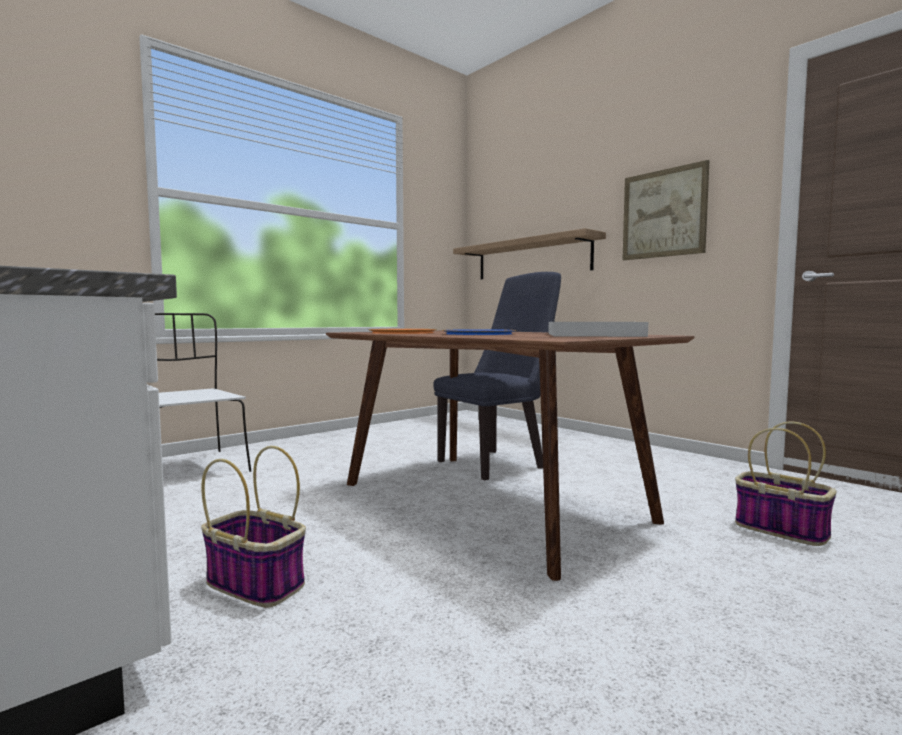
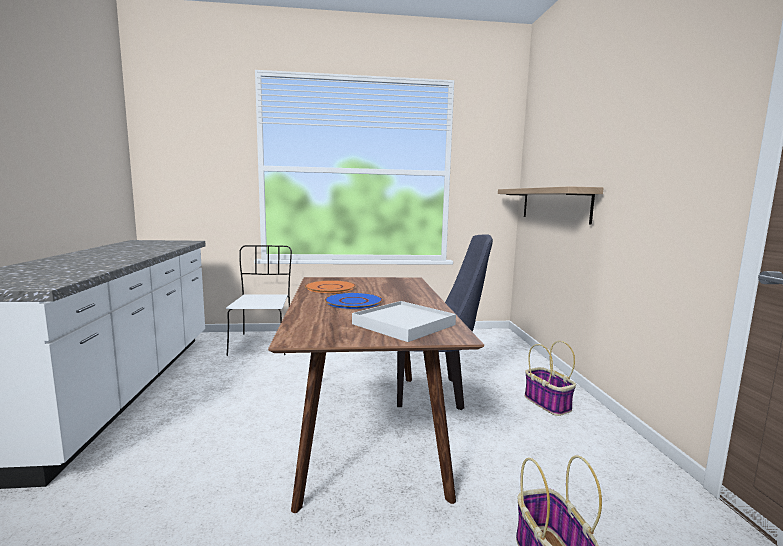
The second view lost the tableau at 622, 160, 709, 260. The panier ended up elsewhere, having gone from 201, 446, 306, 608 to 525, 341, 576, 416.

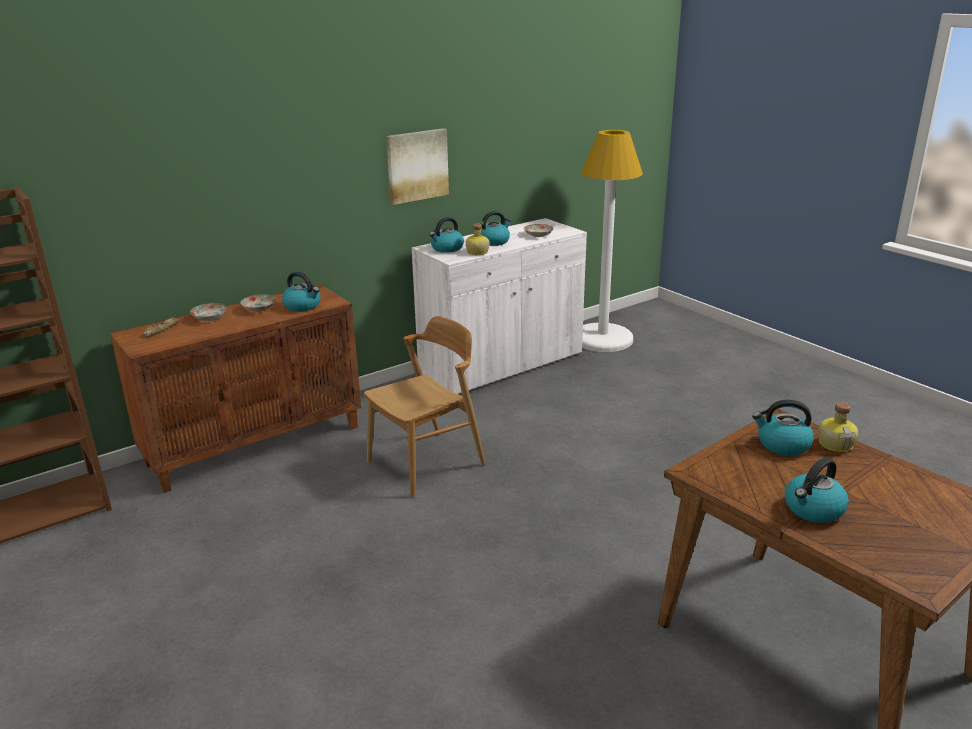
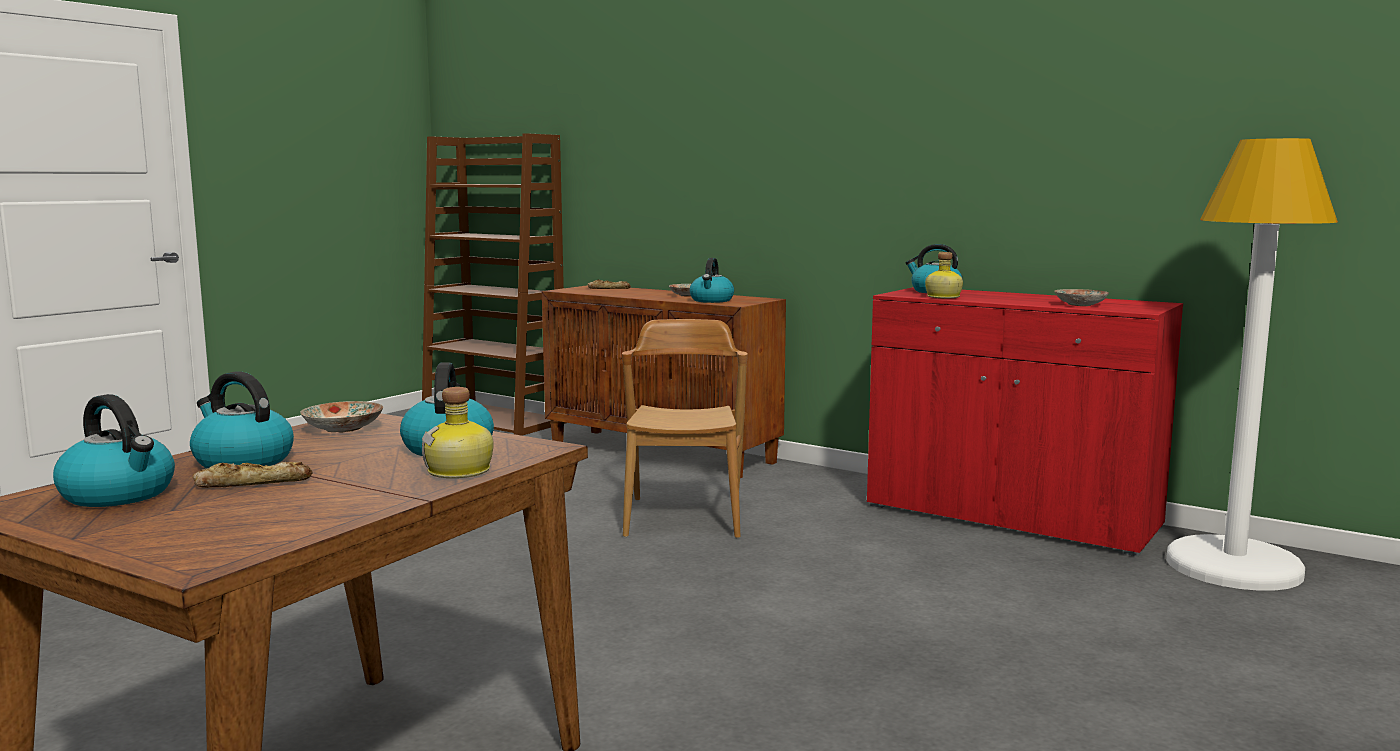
The second view lost the tableau at 386, 128, 449, 205. The second view gained the pain at 192, 462, 313, 488. The assiette ended up elsewhere, having gone from 190, 303, 227, 321 to 300, 401, 383, 433. The bouilloire ended up elsewhere, having gone from 481, 211, 511, 246 to 53, 394, 175, 507. What was the meuble de rangement/blanc at 411, 218, 587, 395 turned into the meuble de rangement/rouge at 867, 287, 1183, 557. The chaise/marron at 364, 316, 485, 497 ended up facing another way, 120 degrees counterclockwise from before.

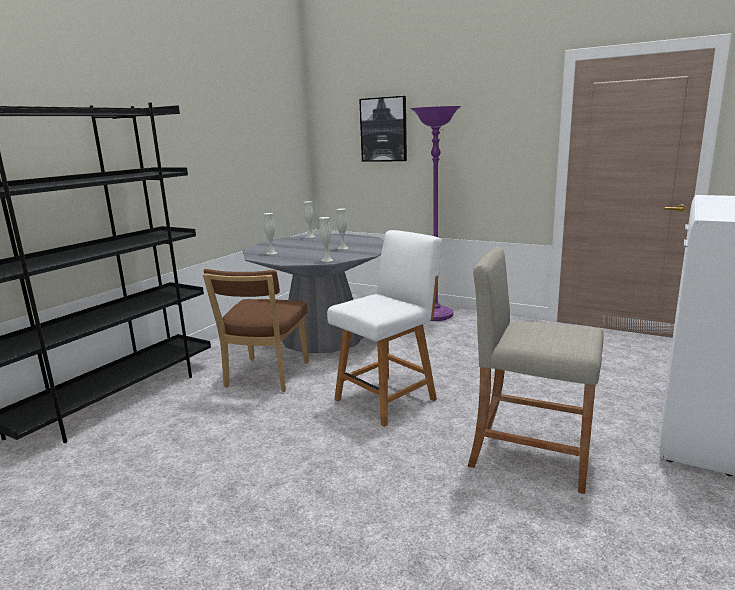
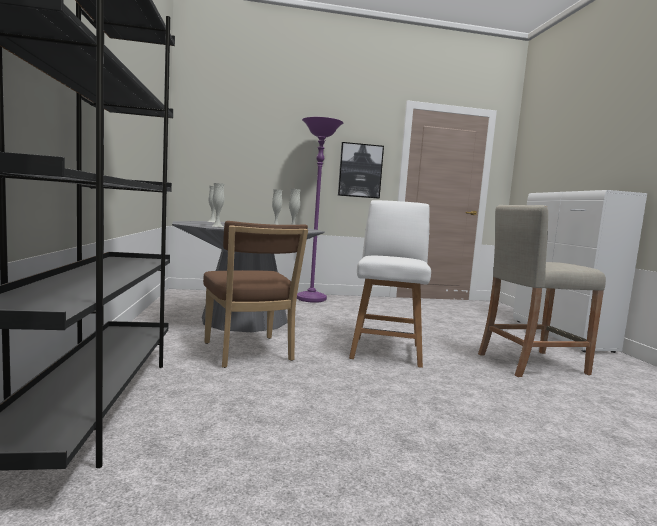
The tableau ended up elsewhere, having gone from 359, 96, 407, 162 to 338, 142, 384, 199.

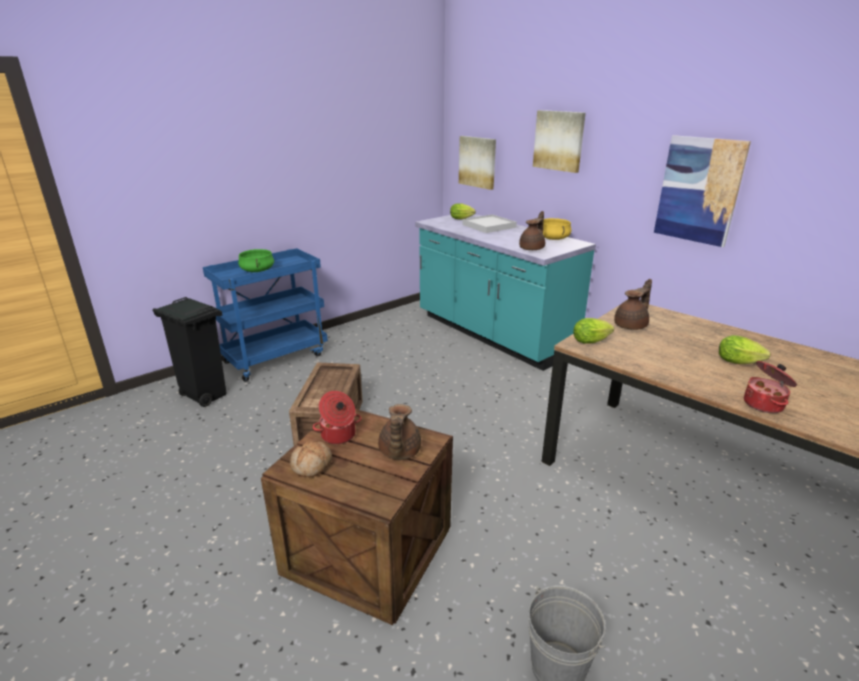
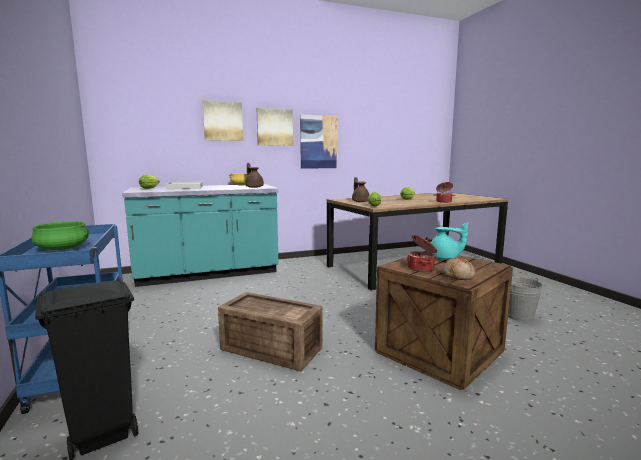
The tableau ended up elsewhere, having gone from 459, 136, 496, 190 to 256, 108, 293, 146. What was the théière/marron at 378, 404, 421, 460 turned into the théière/turquoise at 428, 222, 468, 260.

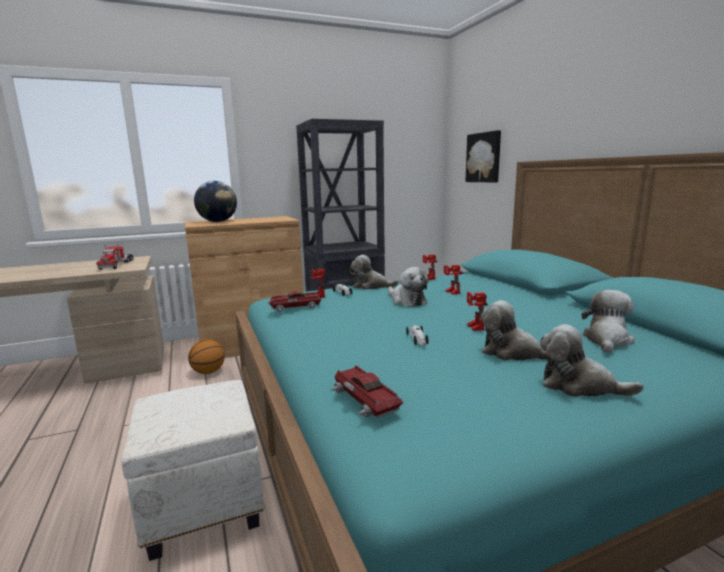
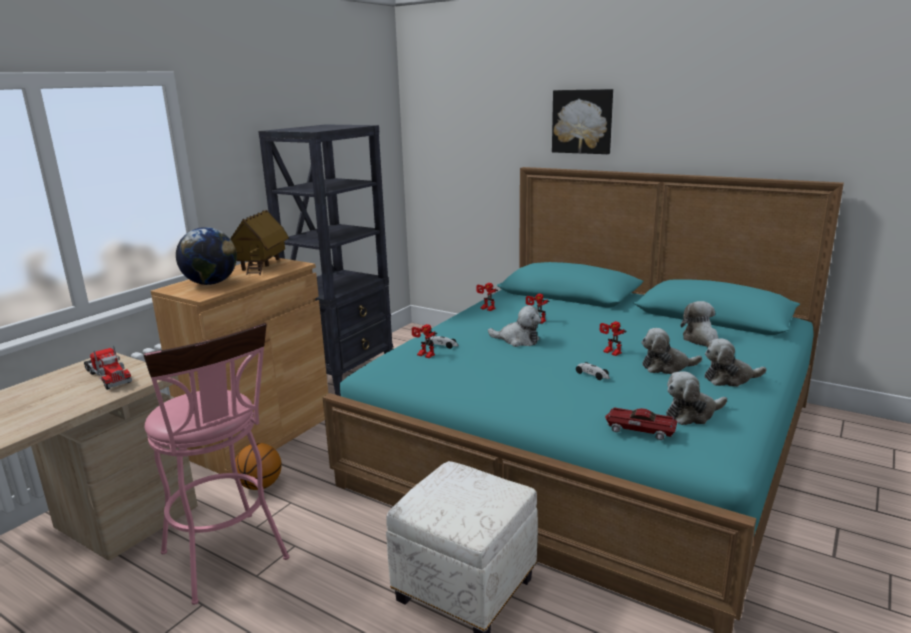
The second view lost the petite voiture at 268, 291, 322, 312. The second view gained the tabouret/rose at 143, 323, 289, 605. The second view gained the maison miniature at 230, 210, 289, 275. The peluche ended up elsewhere, having gone from 351, 255, 399, 290 to 666, 371, 727, 425. The tableau ended up elsewhere, having gone from 465, 130, 501, 182 to 552, 89, 613, 154.

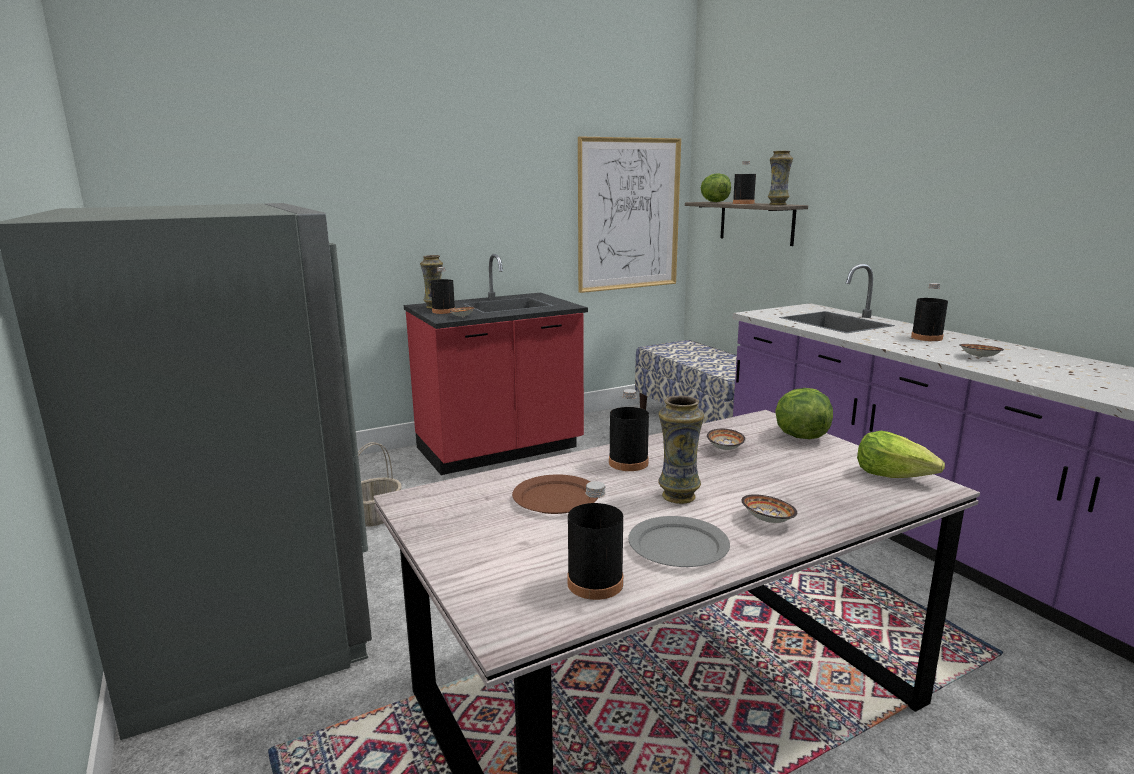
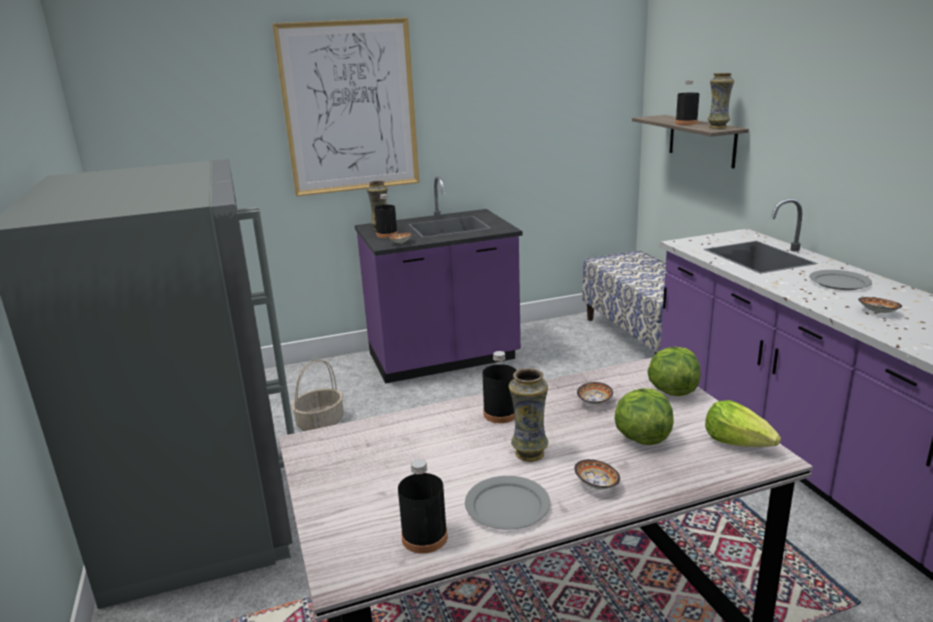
The second view lost the assiette/marron at 512, 475, 598, 514. The tableau ended up elsewhere, having gone from 578, 137, 681, 293 to 272, 18, 419, 196. The laitue ended up elsewhere, having gone from 701, 173, 731, 202 to 614, 388, 674, 445. Where the bouteille/noir stood at 911, 283, 948, 341, the assiette/gris came to stand at 809, 270, 872, 290. What was the comptoir de cuisine/rouge at 404, 254, 588, 475 turned into the comptoir de cuisine/violet at 355, 176, 522, 384.

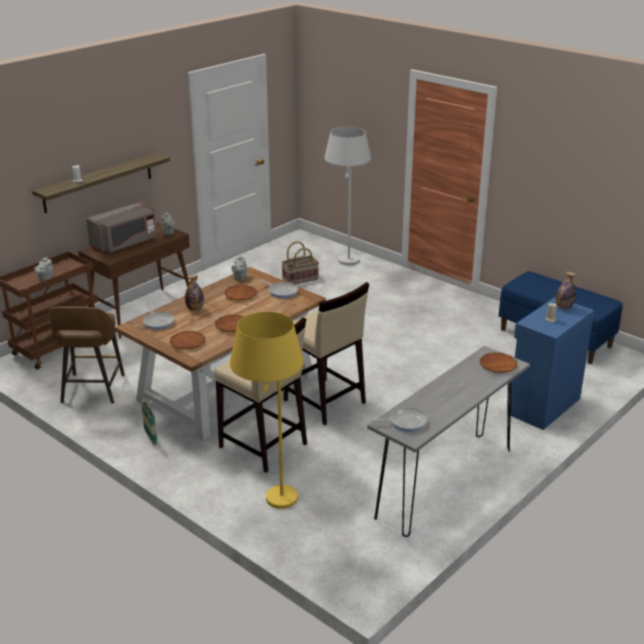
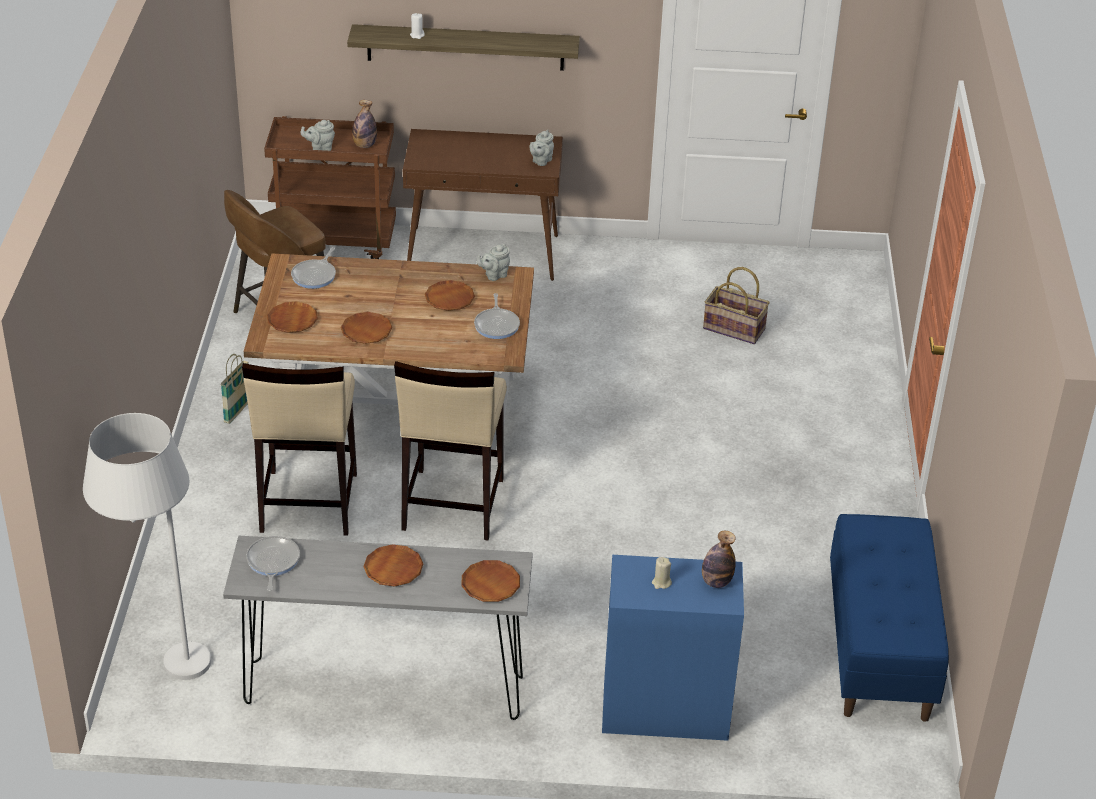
The second view lost the micro-ondes/gris at 86, 202, 157, 253. The second view lost the lampadaire/jaune at 230, 312, 304, 509. The second view gained the assiette/marron at 363, 544, 423, 587. The bouteille ended up elsewhere, having gone from 185, 275, 204, 311 to 352, 100, 377, 148. The lampadaire/blanc ended up elsewhere, having gone from 324, 127, 371, 265 to 83, 413, 211, 680. The poêle at 371, 407, 428, 432 ended up facing another way, 135 degrees counterclockwise from before.

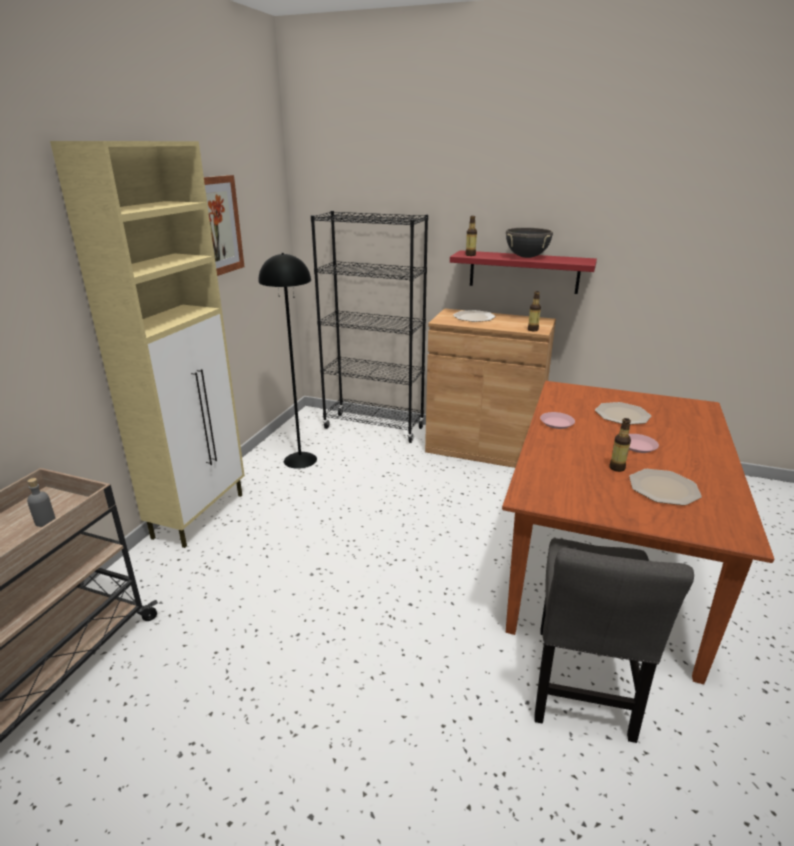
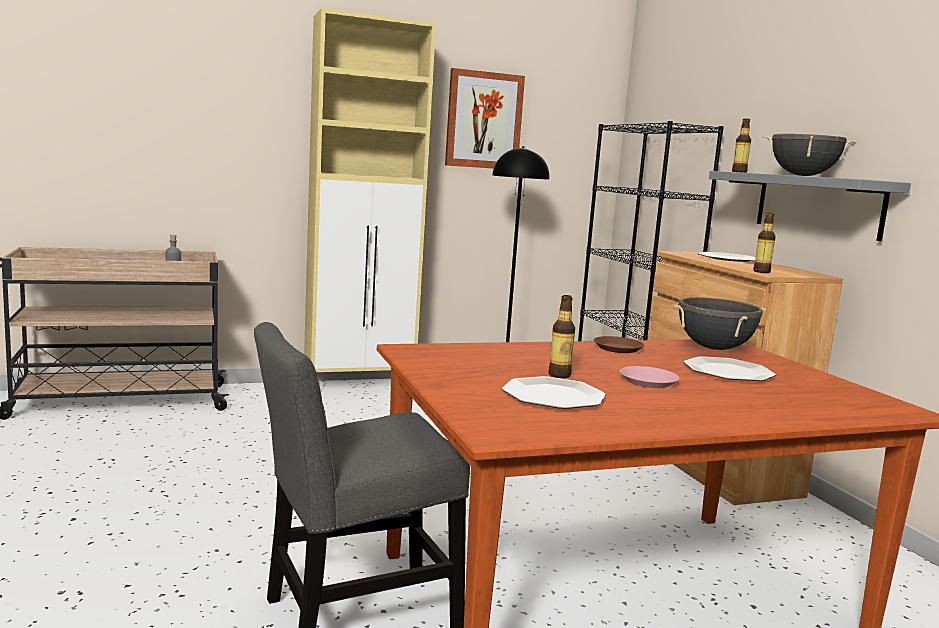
The second view gained the marmite/noir at 673, 297, 766, 350. What was the étagère/rouge at 450, 250, 597, 294 turned into the étagère/gris at 709, 171, 911, 242. What was the assiette/rose at 540, 412, 575, 429 turned into the assiette/marron at 594, 336, 644, 353.

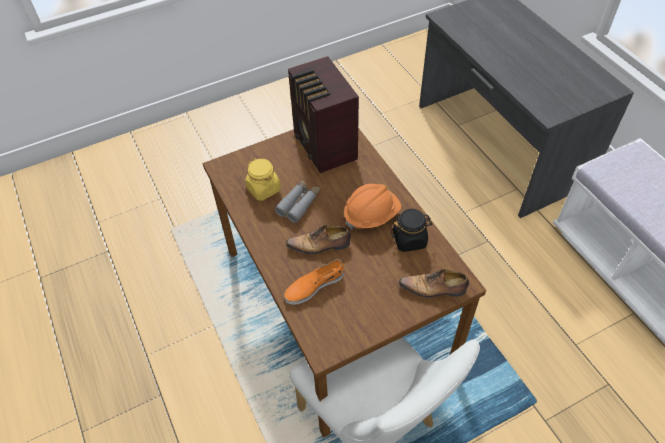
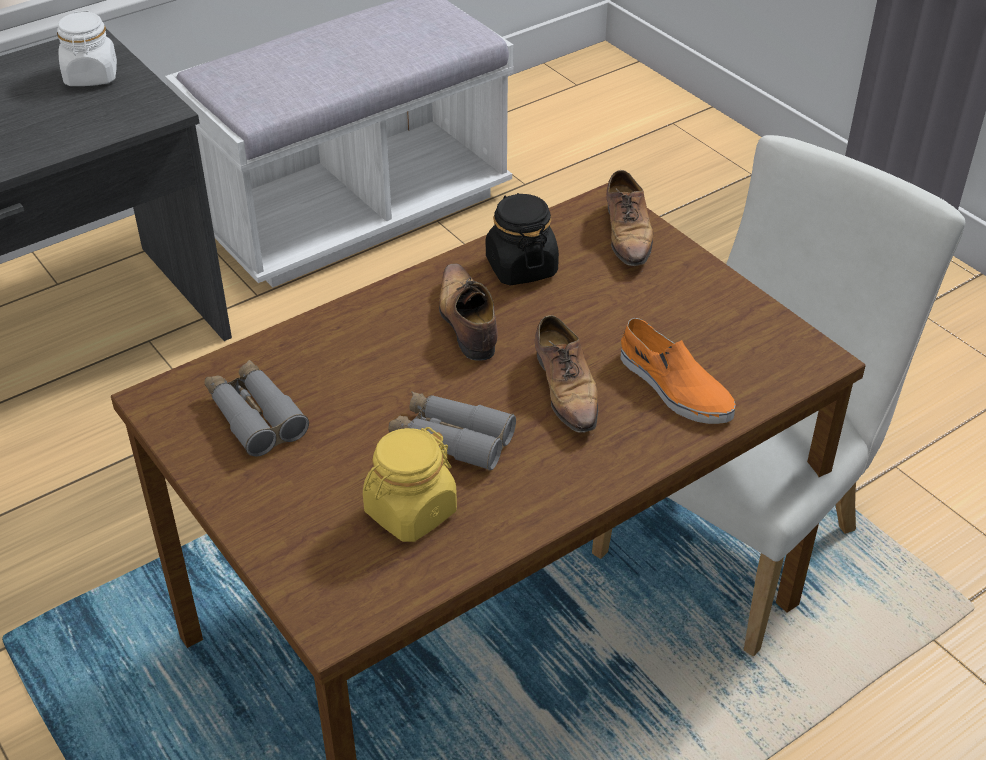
The second view gained the bocal/blanc at 57, 10, 117, 86. Where the radio stood at 288, 56, 359, 173, the jumelles/gris came to stand at 204, 360, 309, 456. Where the casque de chantier/orange stood at 344, 184, 401, 230, the chaussure came to stand at 439, 264, 498, 361.

